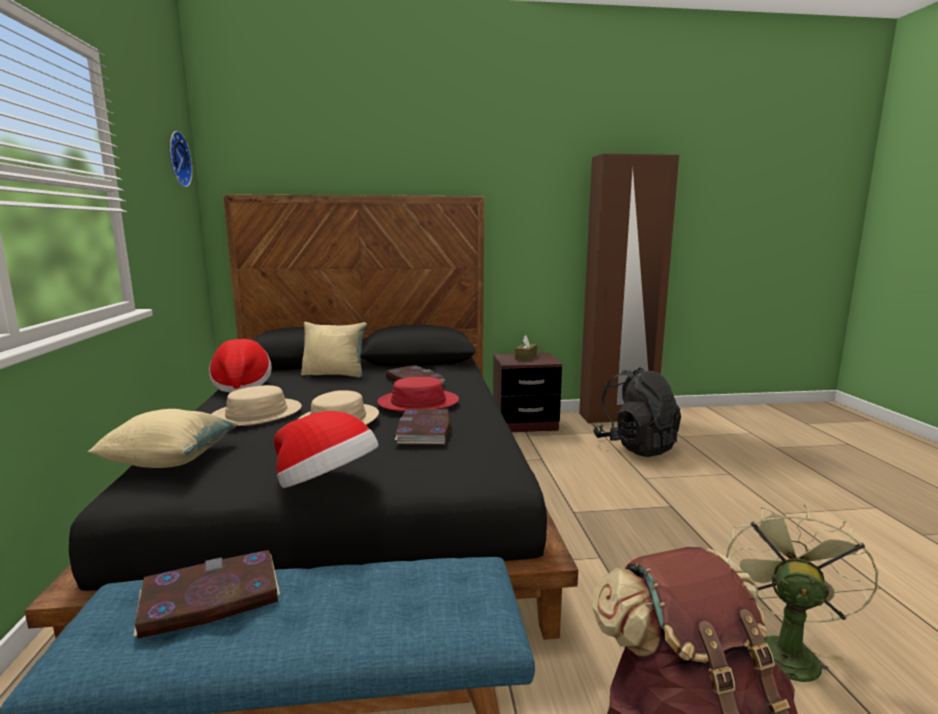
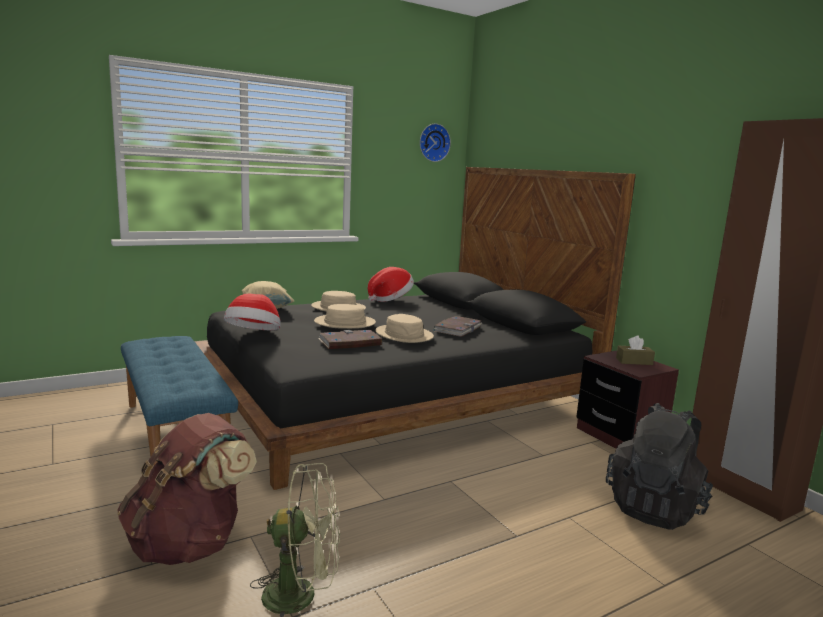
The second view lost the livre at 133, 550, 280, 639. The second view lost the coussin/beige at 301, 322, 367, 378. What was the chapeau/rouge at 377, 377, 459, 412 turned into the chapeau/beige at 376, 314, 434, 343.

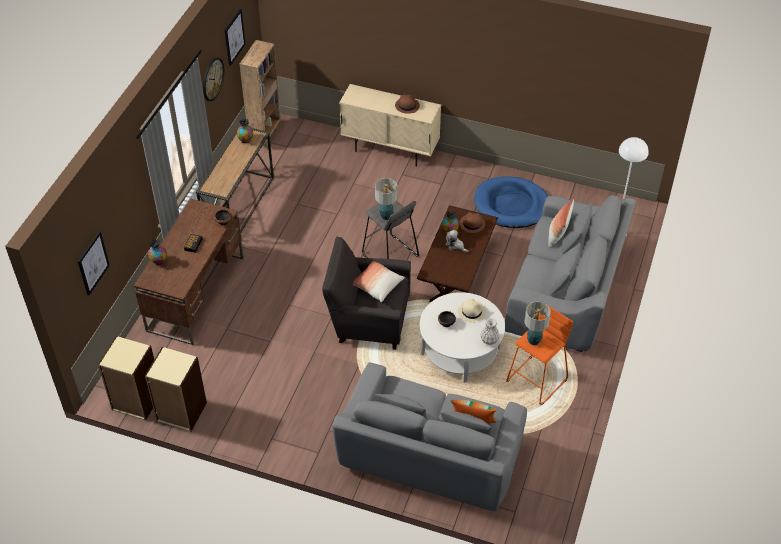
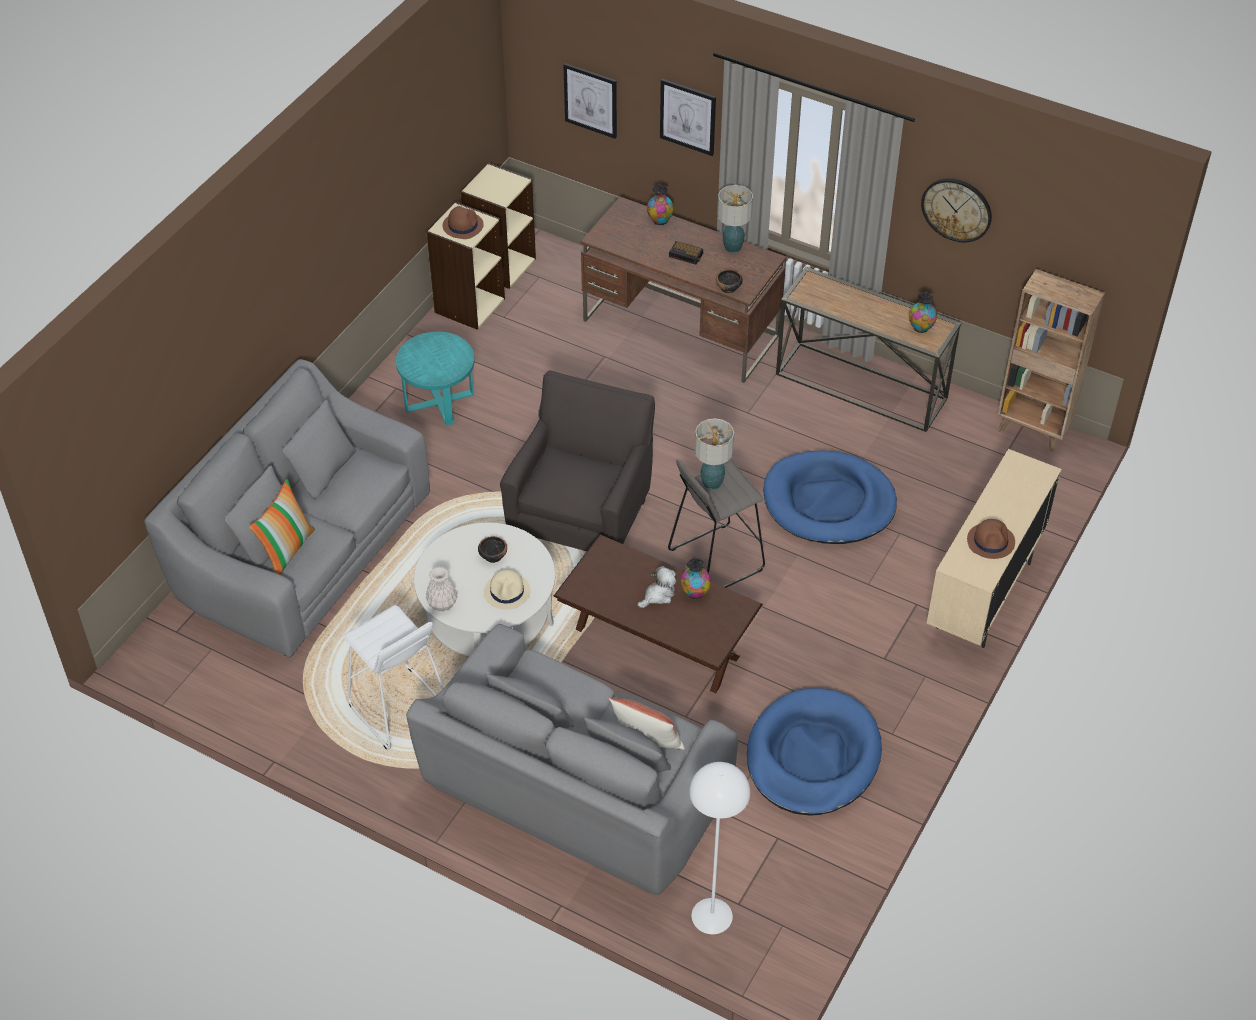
The second view lost the coussin at 353, 261, 405, 302. The second view gained the table d'appoint/turquoise at 396, 332, 475, 426. The second view gained the panier pour chien/bleu at 763, 450, 897, 544. The tableau ended up elsewhere, having gone from 225, 9, 245, 66 to 660, 79, 716, 156. The chapeau/marron ended up elsewhere, having gone from 459, 212, 486, 233 to 443, 206, 484, 239. The lampe de table ended up elsewhere, having gone from 525, 302, 551, 345 to 717, 185, 753, 253. What was the tabouret/orange at 506, 306, 573, 405 turned into the tabouret/blanc at 343, 605, 444, 749.

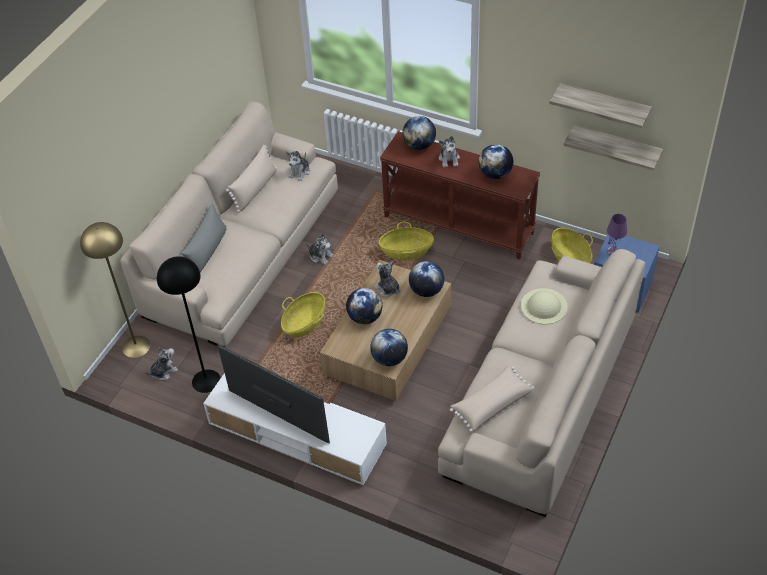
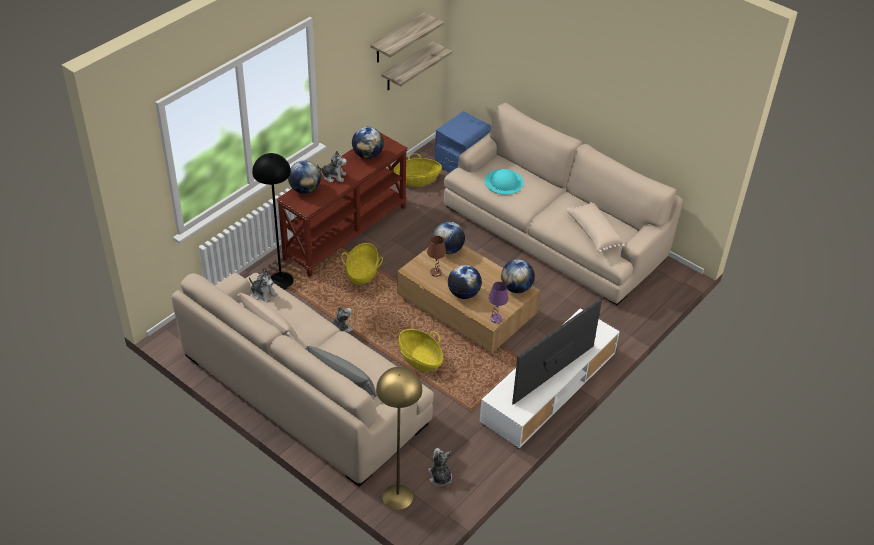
The lampadaire/noir ended up elsewhere, having gone from 157, 256, 221, 393 to 252, 153, 293, 290. The lampe de table/violet ended up elsewhere, having gone from 607, 214, 627, 255 to 489, 282, 508, 323. Where the peluche stood at 374, 261, 400, 297, the lampe de table/marron came to stand at 427, 236, 446, 277. What was the chapeau/beige at 521, 288, 568, 324 turned into the chapeau/turquoise at 485, 169, 524, 195.

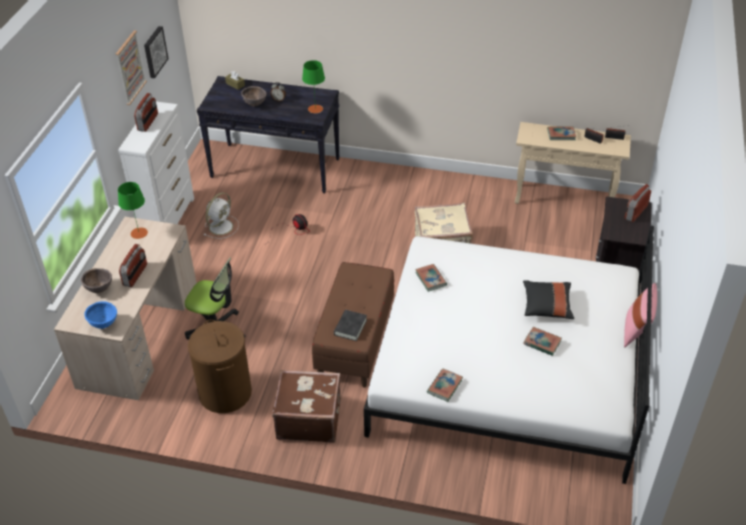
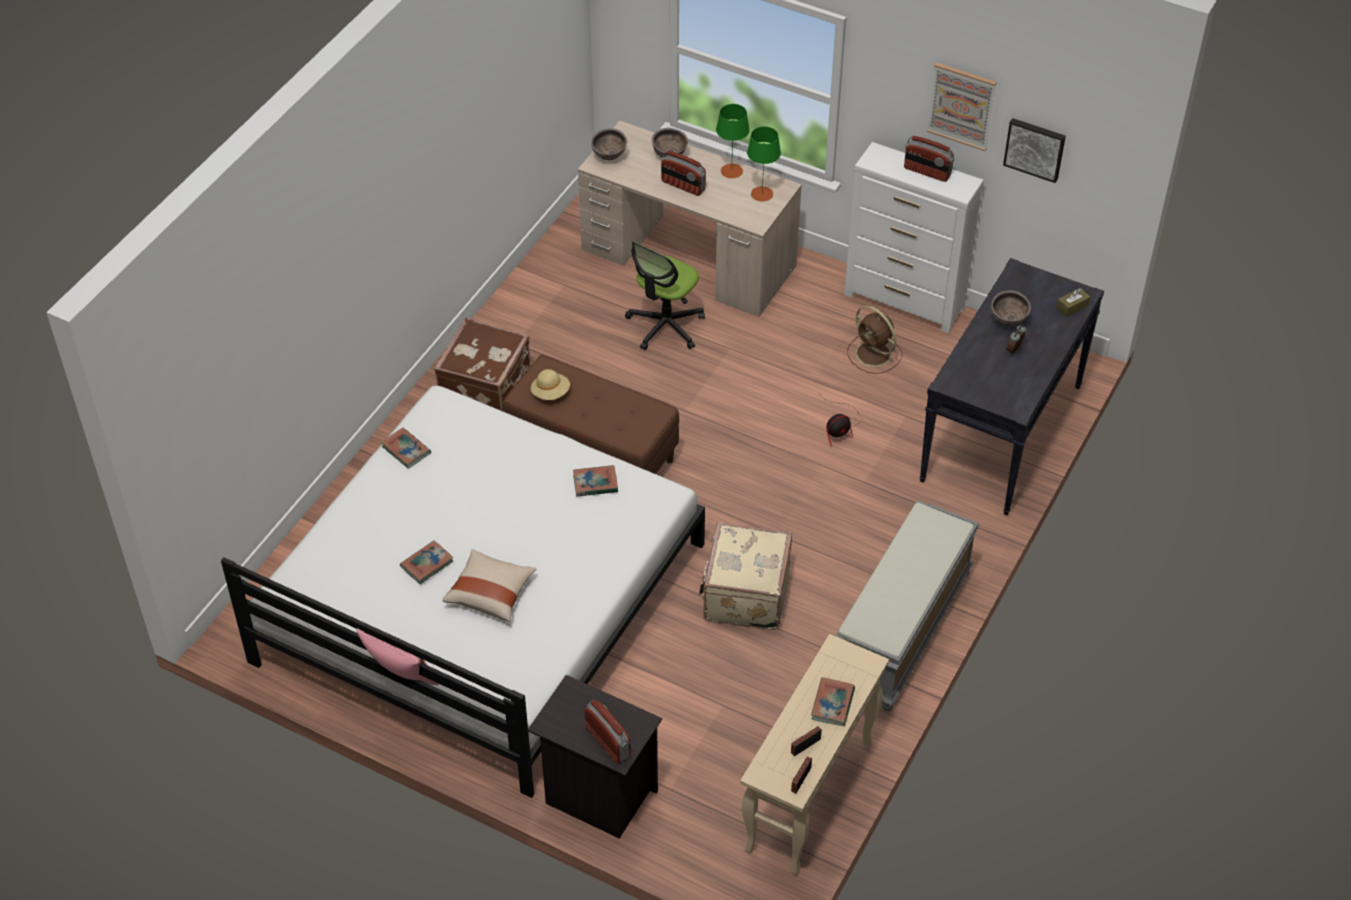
The second view lost the panier à linge/marron at 188, 320, 252, 413. The second view gained the banc/gris at 836, 500, 980, 711. The lampe de table/vert ended up elsewhere, having gone from 302, 60, 325, 113 to 716, 104, 750, 179. Where the livre/noir stood at 334, 310, 367, 341, the chapeau/beige came to stand at 531, 369, 570, 400. What was the bol/bleu at 84, 301, 117, 329 turned into the bol/marron at 591, 128, 627, 160. What was the ventilateur/blanc at 204, 193, 239, 239 turned into the ventilateur/marron at 847, 306, 902, 374. What was the coussin/noir at 523, 280, 574, 319 turned into the coussin/beige at 442, 549, 537, 622.

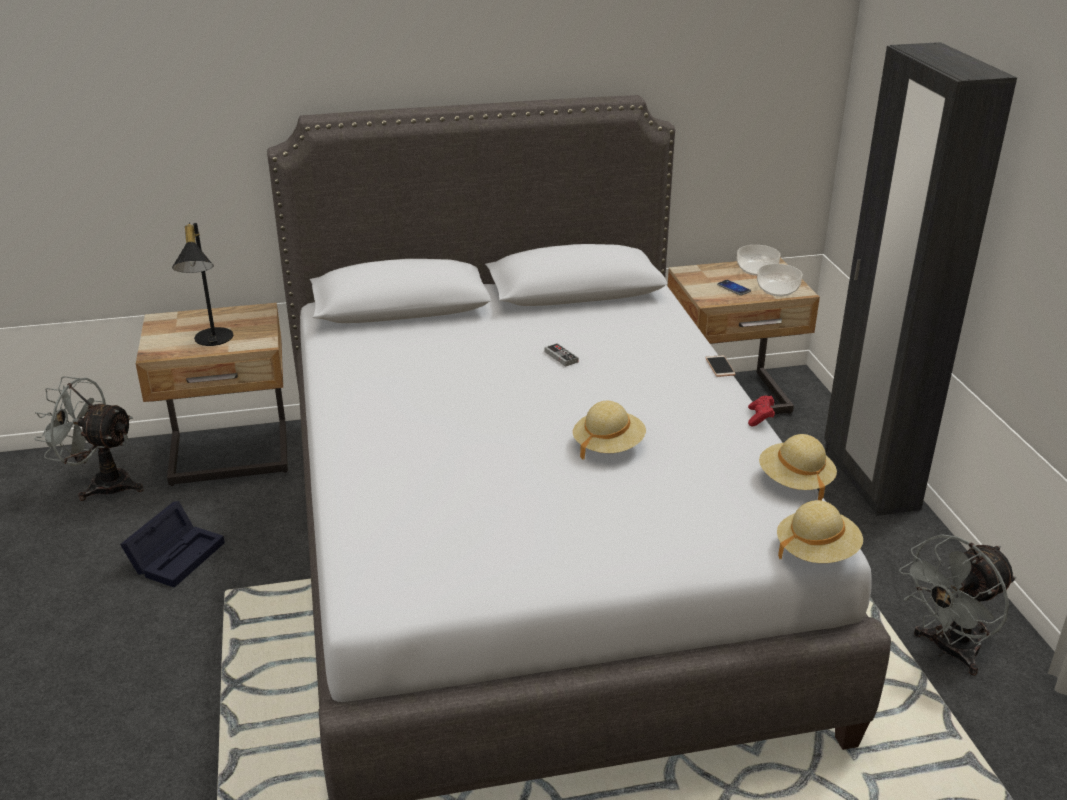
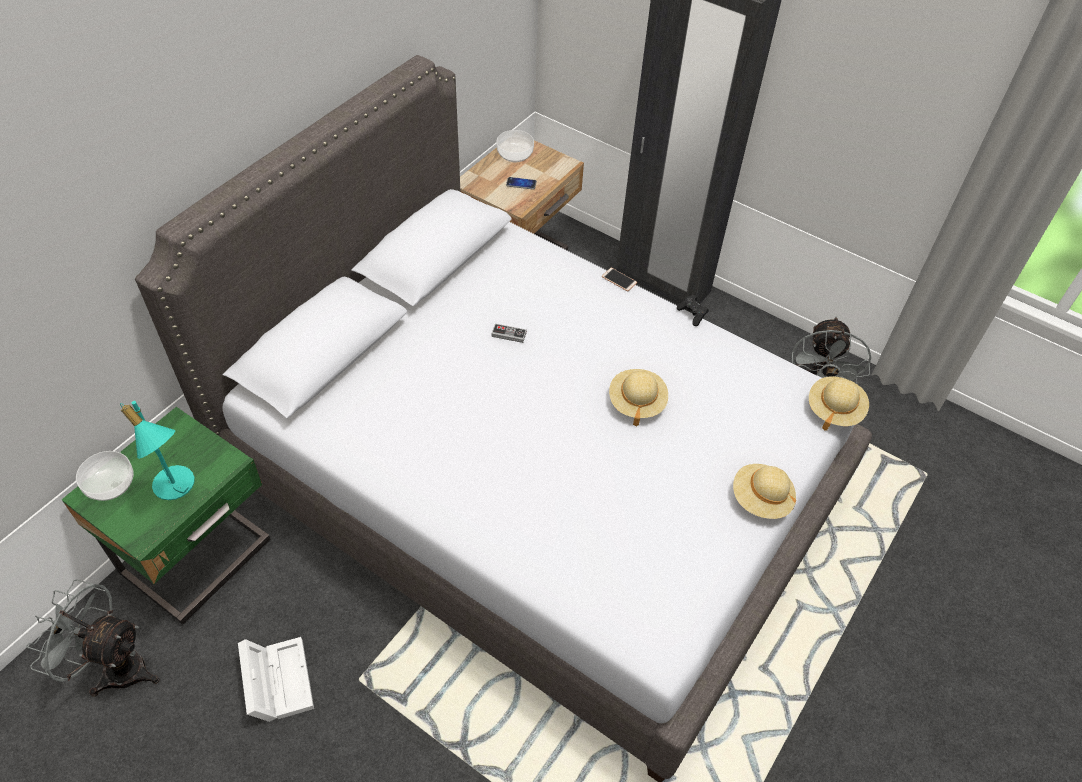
The bol ended up elsewhere, having gone from 757, 264, 803, 296 to 76, 451, 134, 501. The chapeau/beige ended up elsewhere, having gone from 759, 434, 837, 501 to 733, 464, 796, 519. What was the boîte de rangement/noir at 120, 501, 225, 588 turned into the boîte de rangement/blanc at 238, 637, 314, 722. What was the table de chevet/beige at 136, 303, 288, 486 turned into the table de chevet/vert at 61, 407, 270, 625. What was the lampe de table/noir at 172, 222, 233, 346 turned into the lampe de table/turquoise at 120, 401, 195, 500. What was the manette/rouge at 748, 396, 775, 426 turned into the manette/noir at 677, 295, 708, 326. The ventilateur/gris at 34, 376, 144, 501 ended up facing another way, 45 degrees clockwise from before.

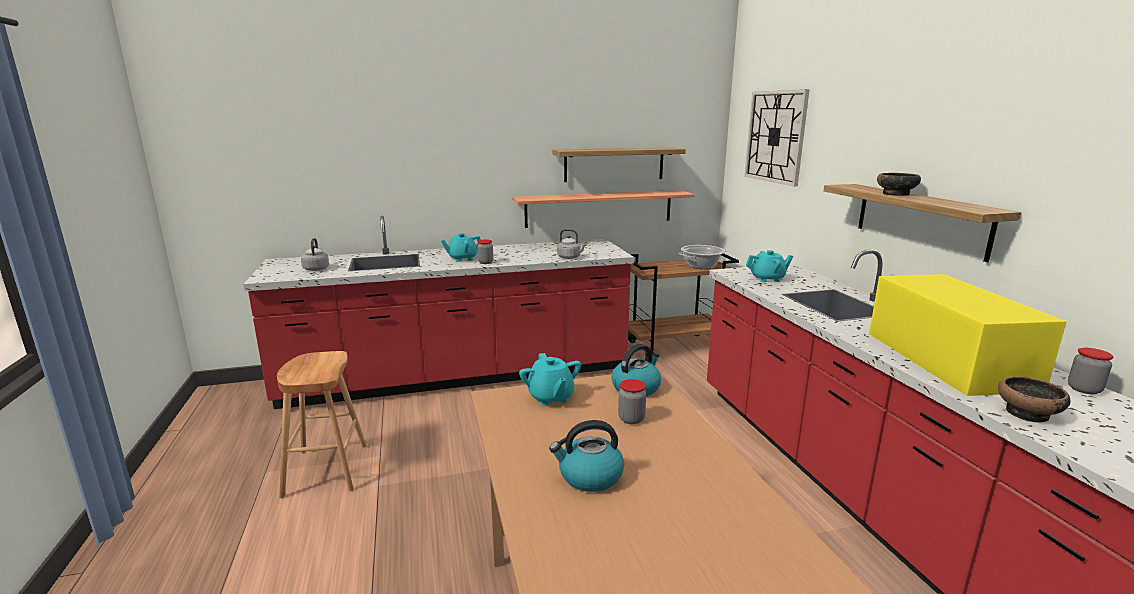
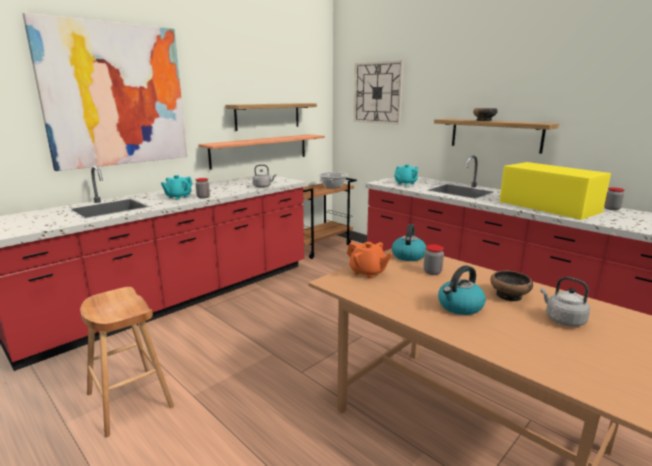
The second view gained the tableau at 23, 13, 187, 171. The bouilloire/gris ended up elsewhere, having gone from 301, 238, 329, 271 to 541, 277, 590, 327. The bol ended up elsewhere, having gone from 998, 376, 1070, 423 to 490, 270, 533, 302. What was the théière/turquoise at 519, 353, 581, 406 turned into the théière/orange at 347, 242, 392, 279.

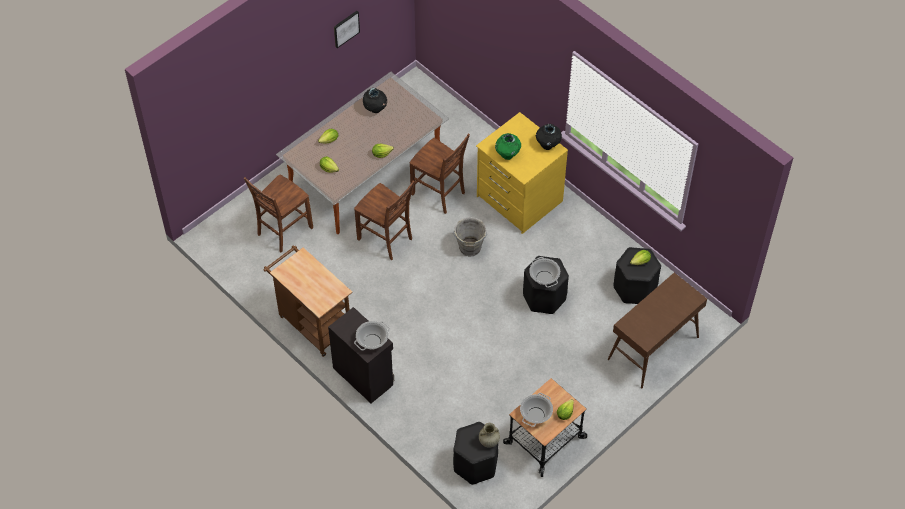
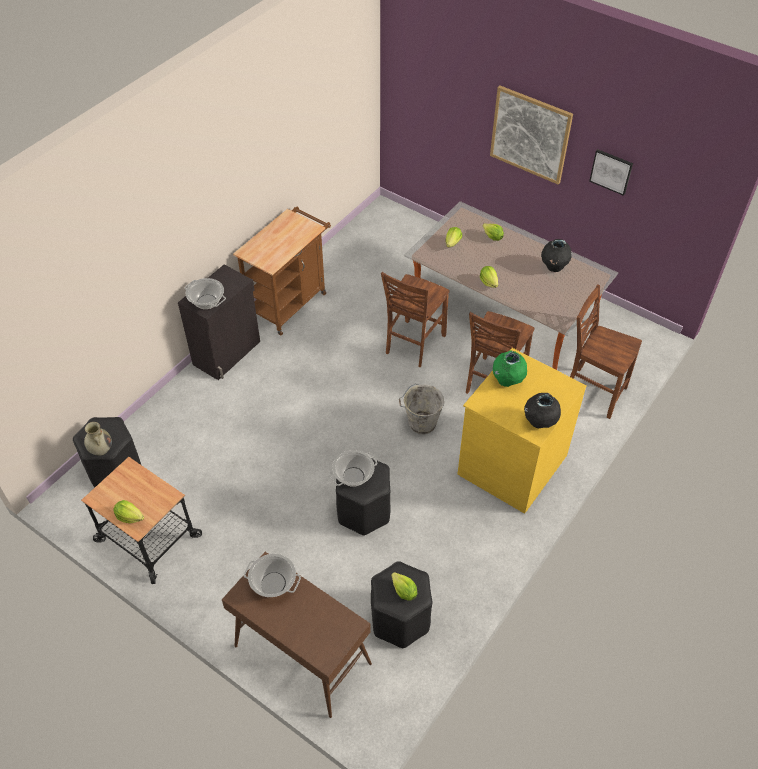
The second view gained the tableau at 490, 86, 573, 185. The chaise/marron ended up elsewhere, having gone from 244, 175, 313, 253 to 570, 284, 642, 419. The marmite ended up elsewhere, having gone from 520, 393, 553, 427 to 244, 554, 301, 597.

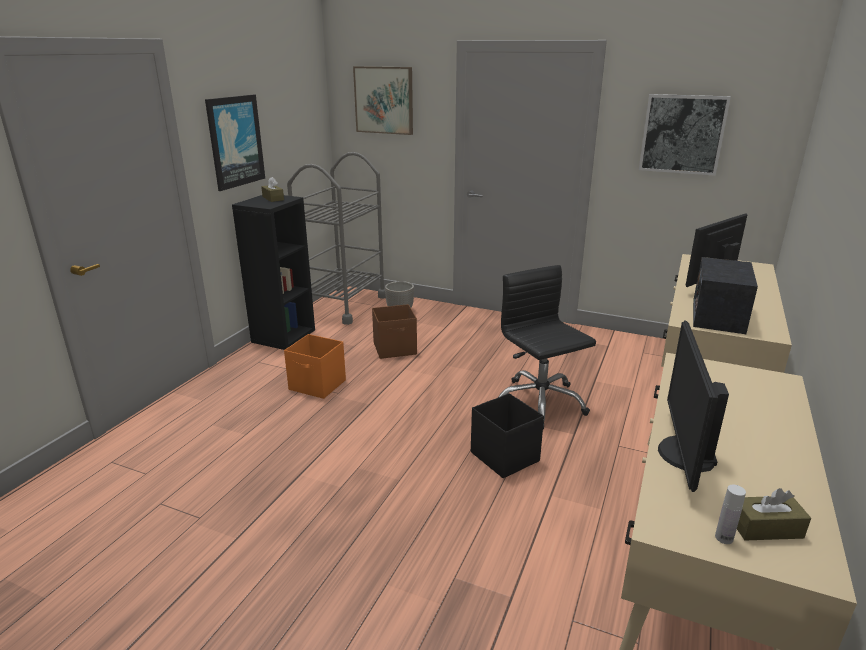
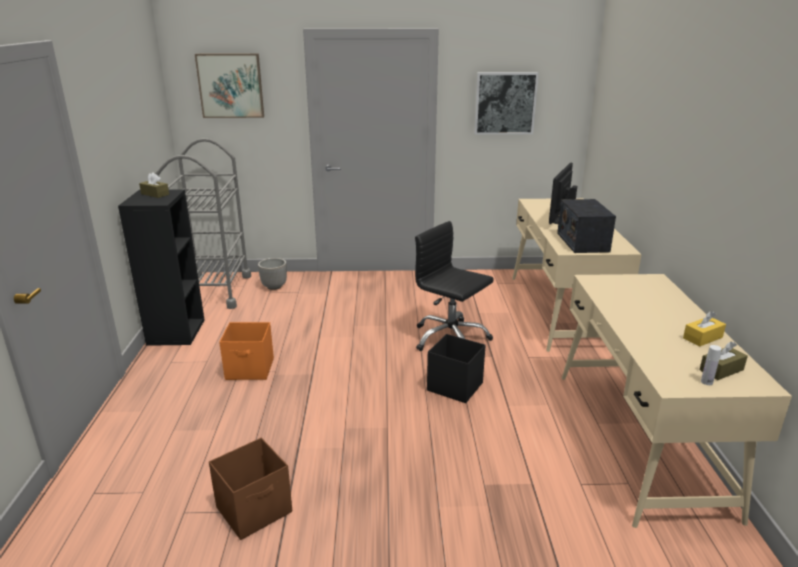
The second view lost the tableau at 205, 94, 265, 191. The second view lost the écran d'ordinateur at 658, 321, 729, 492. The second view gained the boîte à mouchoirs/jaune at 683, 311, 726, 347. The boîte de rangement/marron ended up elsewhere, having gone from 372, 304, 417, 359 to 209, 438, 292, 540.

